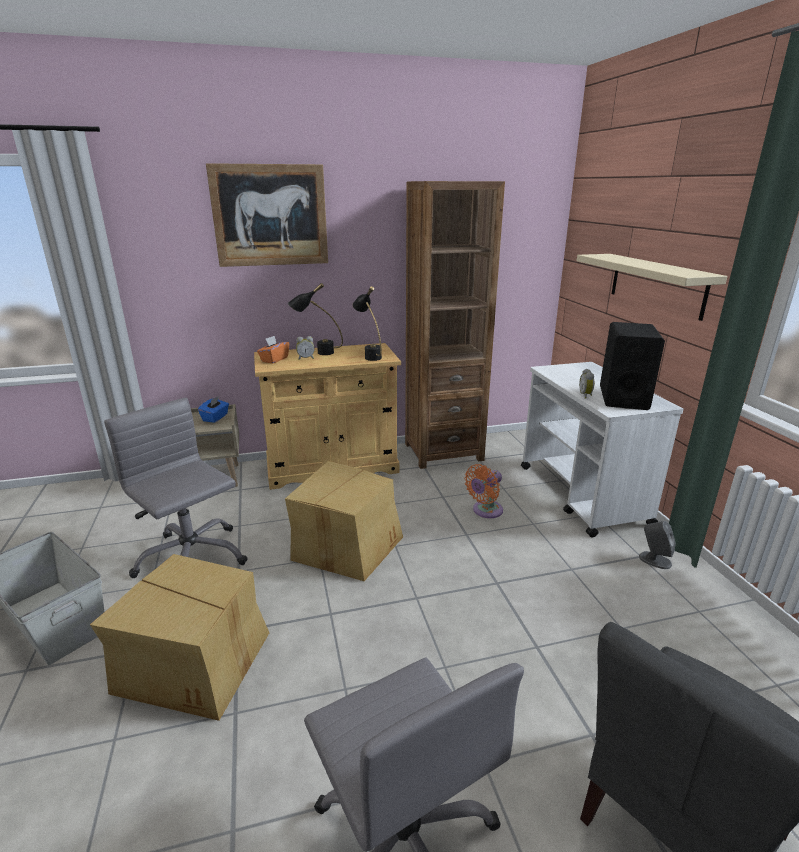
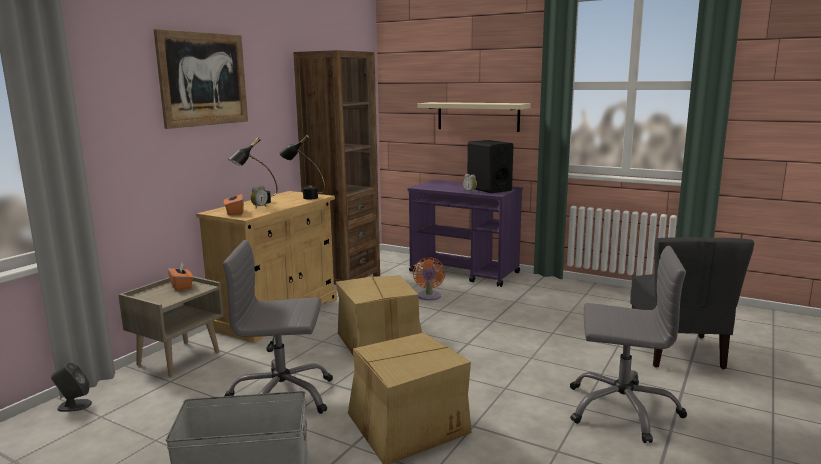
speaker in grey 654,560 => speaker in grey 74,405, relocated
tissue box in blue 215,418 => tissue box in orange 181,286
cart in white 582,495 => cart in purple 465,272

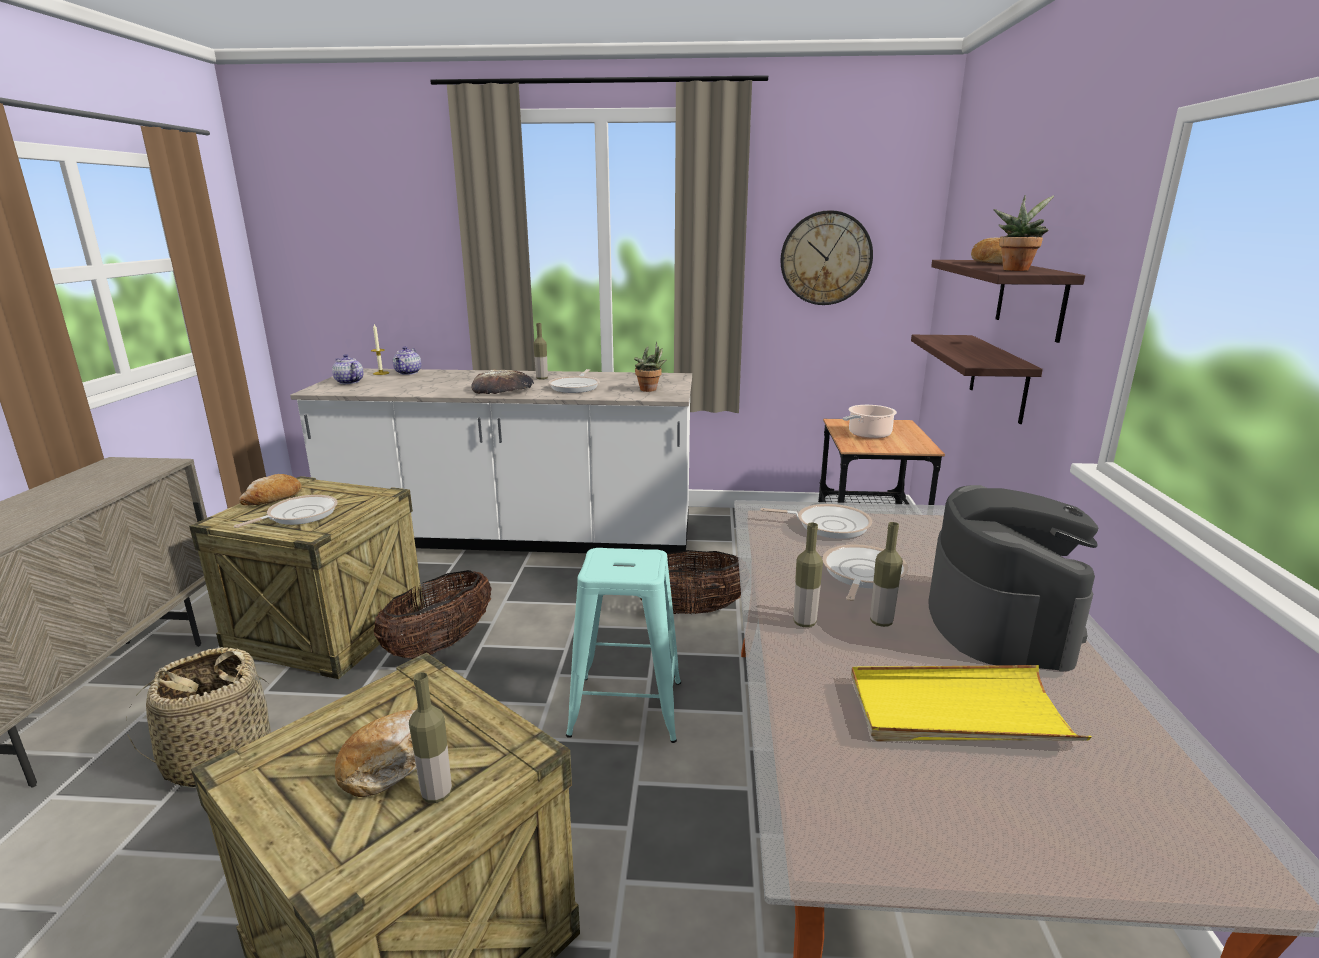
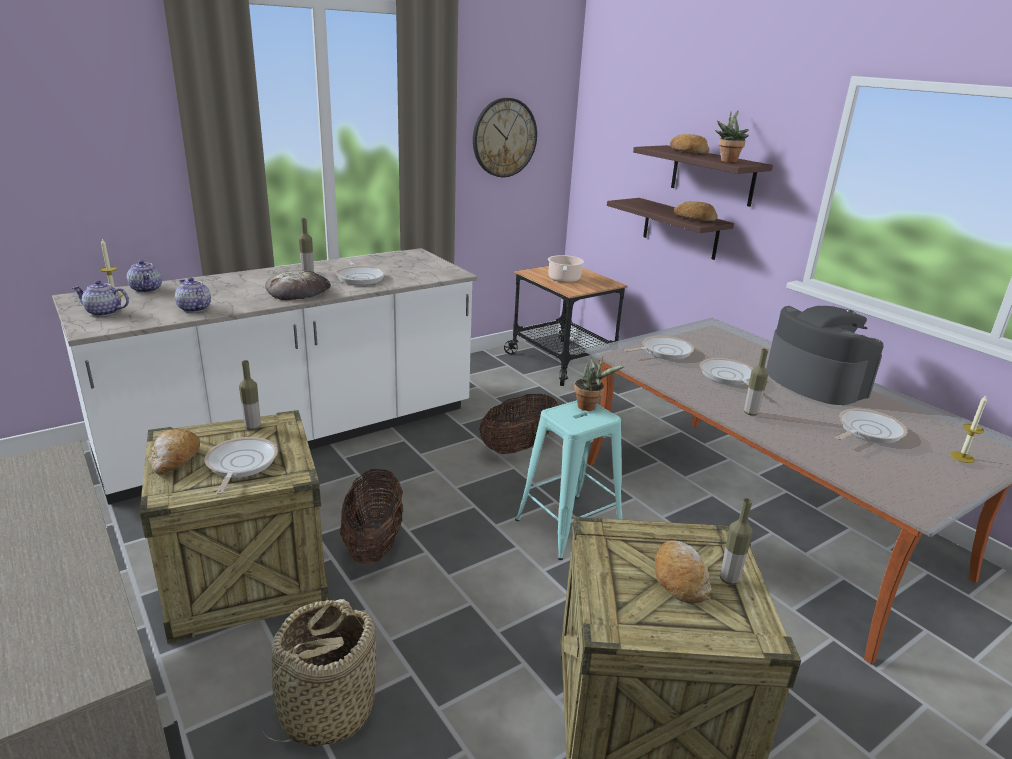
nothing => teapot 194,309
bottle 881,622 => bottle 253,427, relocated
potted plant 650,390 => potted plant 590,407, relocated
nothing => bread 694,219
tray in yellow 958,711 => frying pan 867,431
nothing => candle 962,457

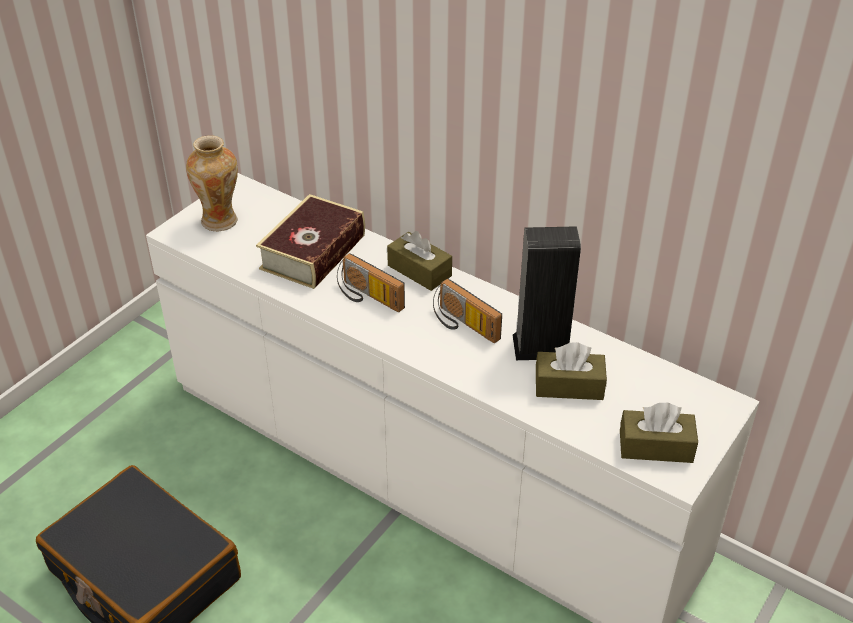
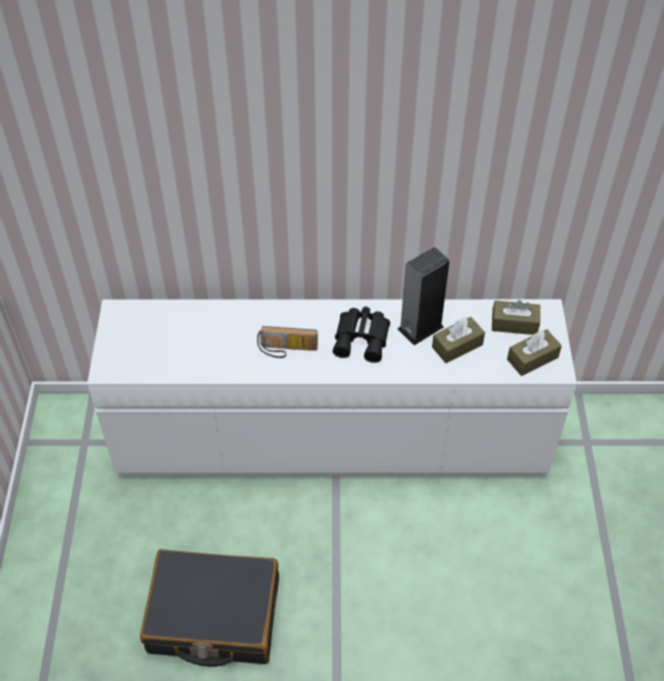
radio 463,325 => binoculars in black 363,338
tissue box in brown 419,271 => tissue box in brown 514,324, relocated
vase 220,221 => nothing
book 313,252 => nothing

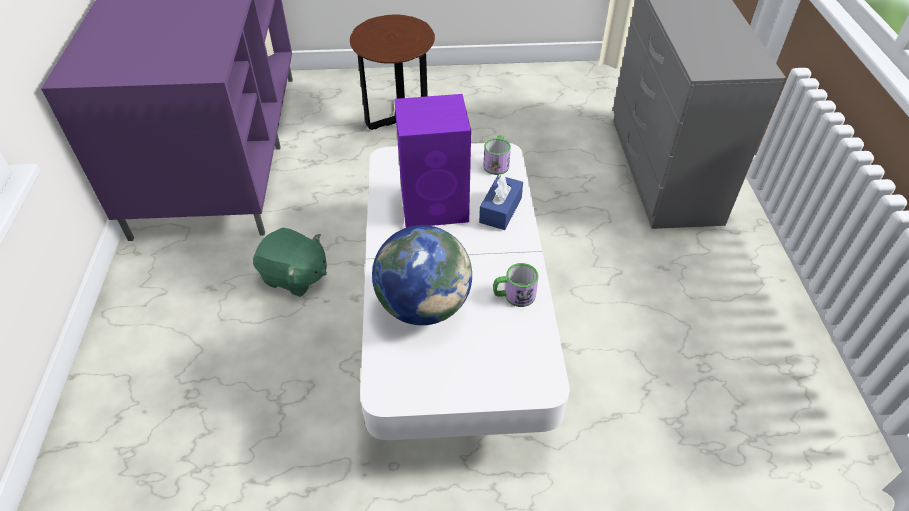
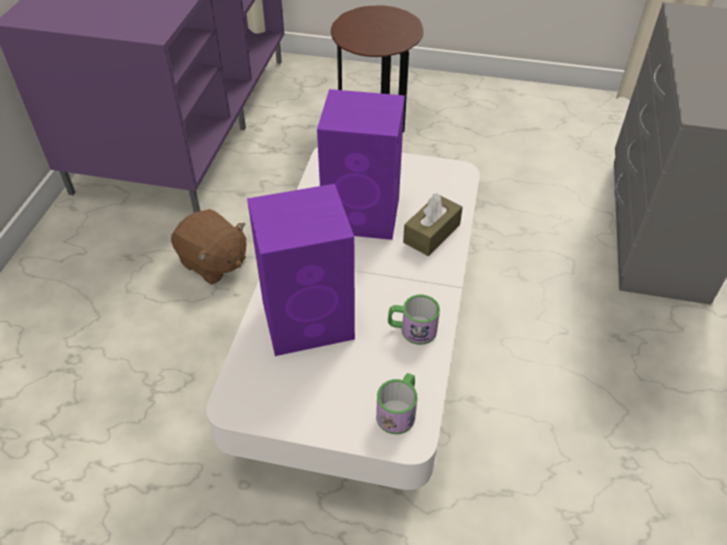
plush toy in green 294,277 => plush toy in brown 213,263
globe 424,306 => speaker in purple 310,319
mug 497,163 => mug 399,411, relocated
tissue box in blue 500,210 => tissue box in brown 431,233

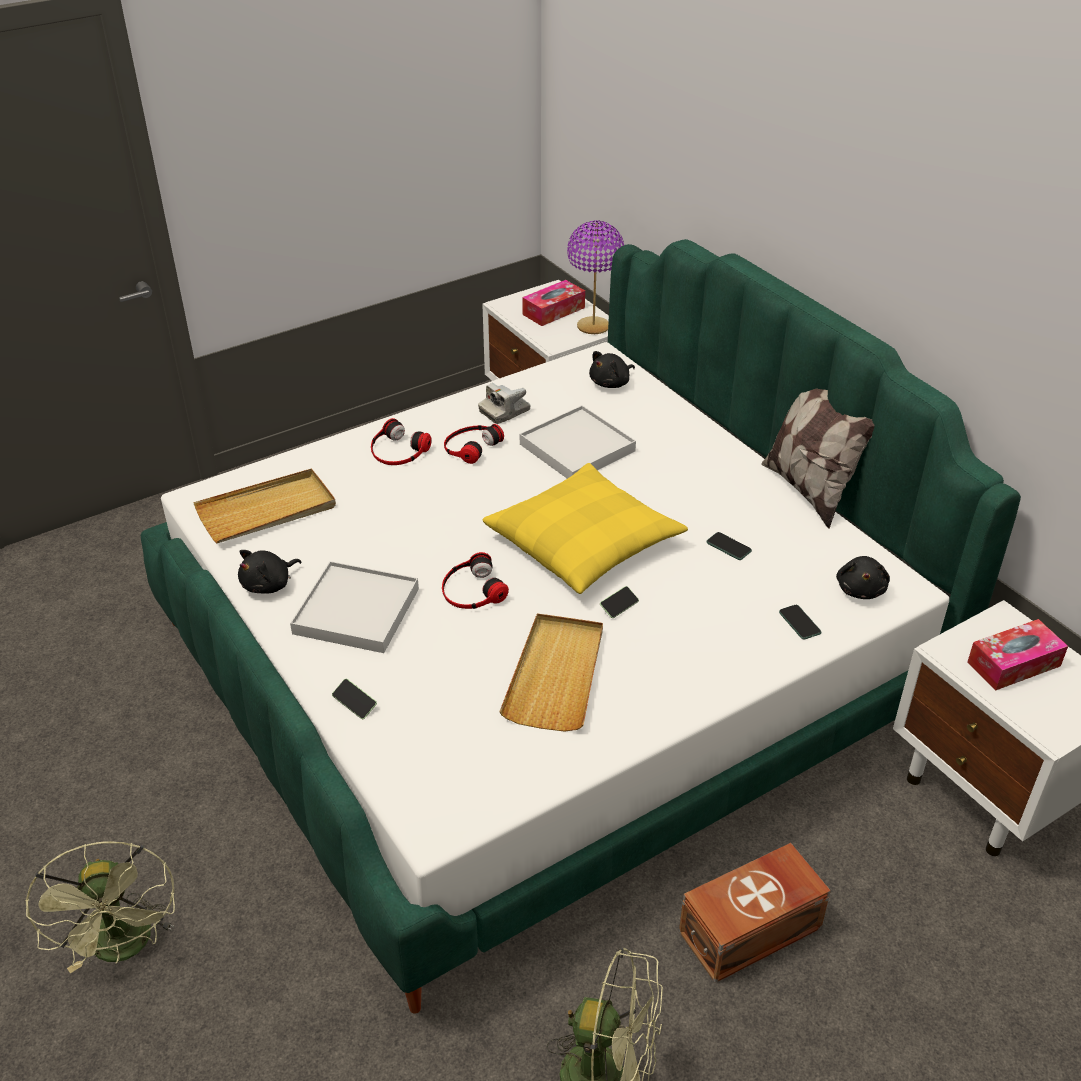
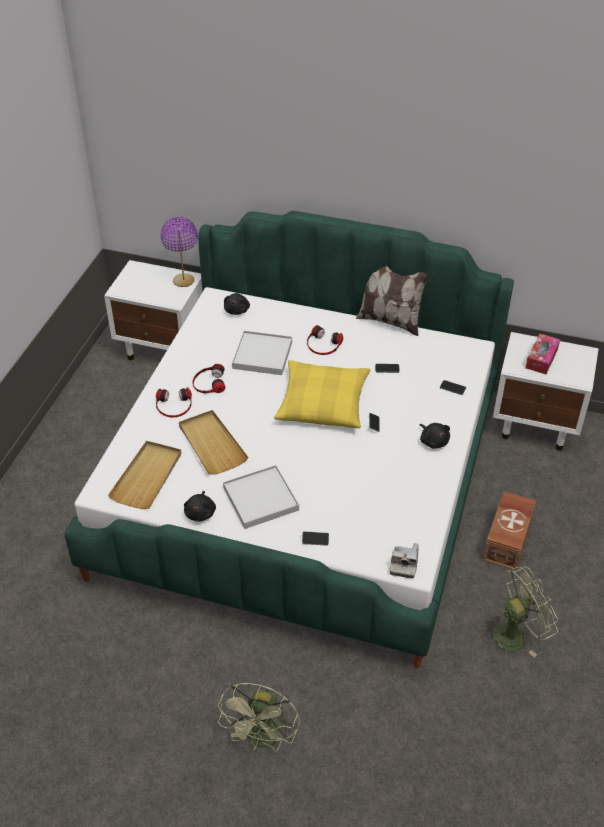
tray in beige 556,675 => tray in beige 211,444, relocated
fan in green 125,948 => fan in green 263,739, 75 degrees clockwise
headphones 472,590 => headphones 323,345, relocated
photo camera 504,411 => photo camera 404,564, relocated
plush toy in black 860,589 => plush toy in black 433,441, relocated
tissue box 553,311 => nothing

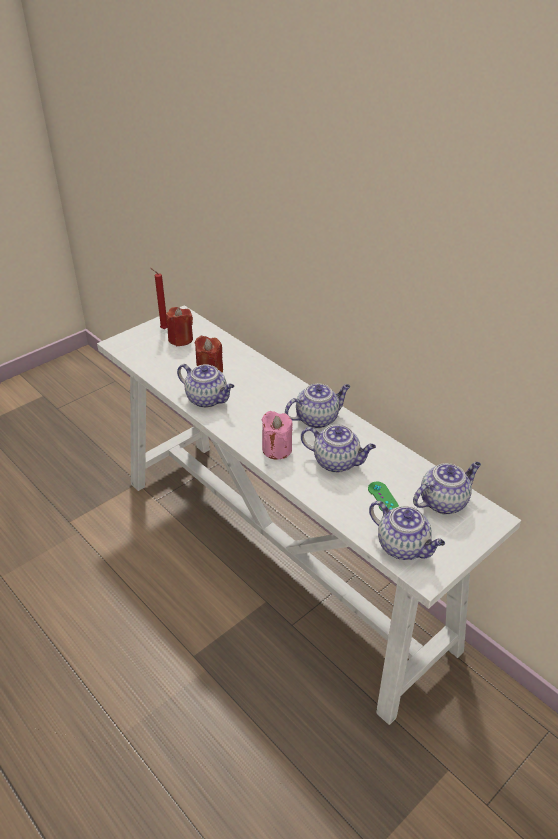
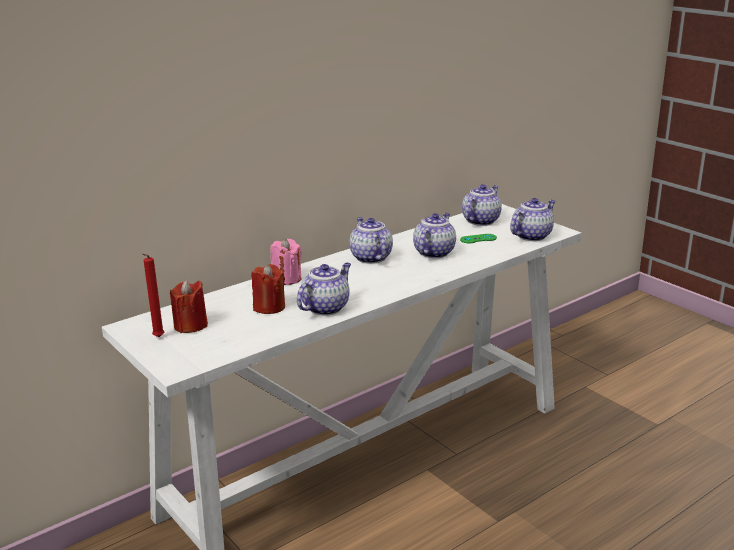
candle in pink 277,449 => candle in pink 286,279, relocated
teapot 443,501 => teapot 481,220, 60 degrees clockwise

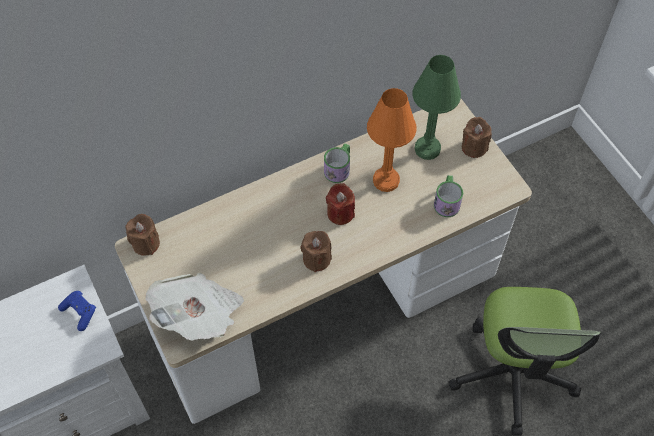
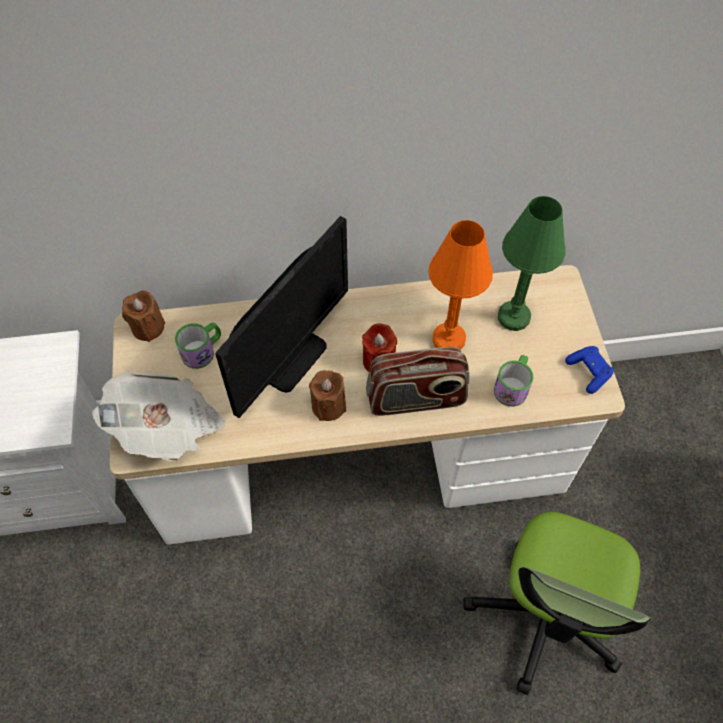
mug 339,168 => mug 203,351, relocated
nothing => monitor 290,358
nothing => radio 416,399
game controller in blue 80,312 => game controller in blue 588,372, relocated
candle in brown 474,147 => nothing

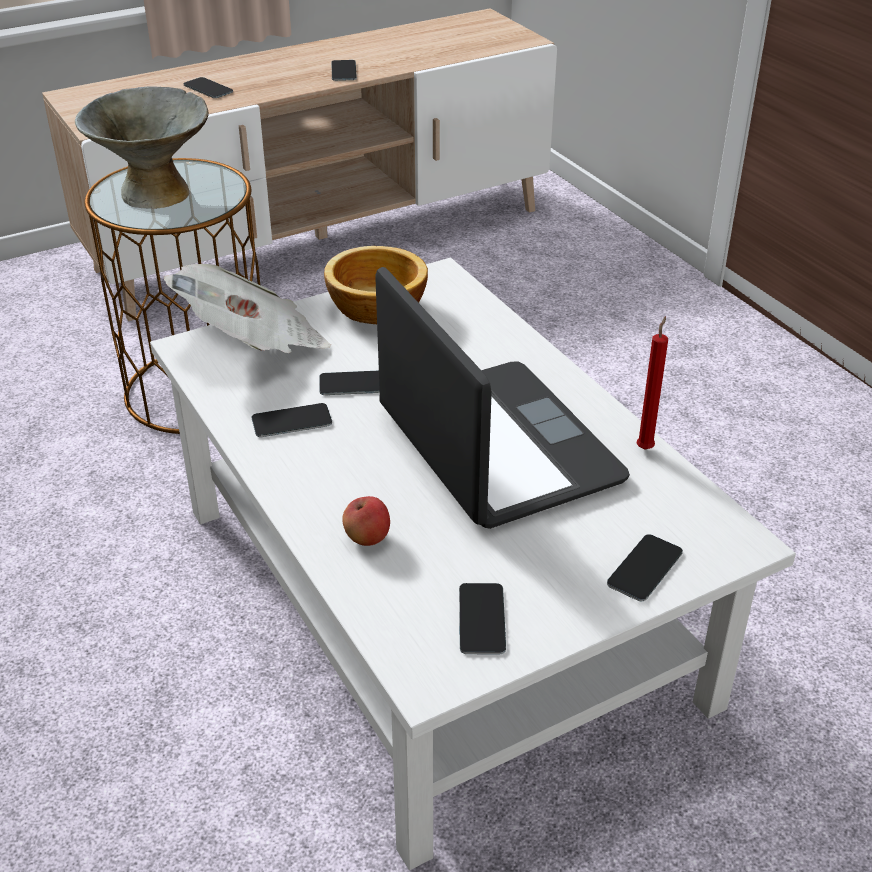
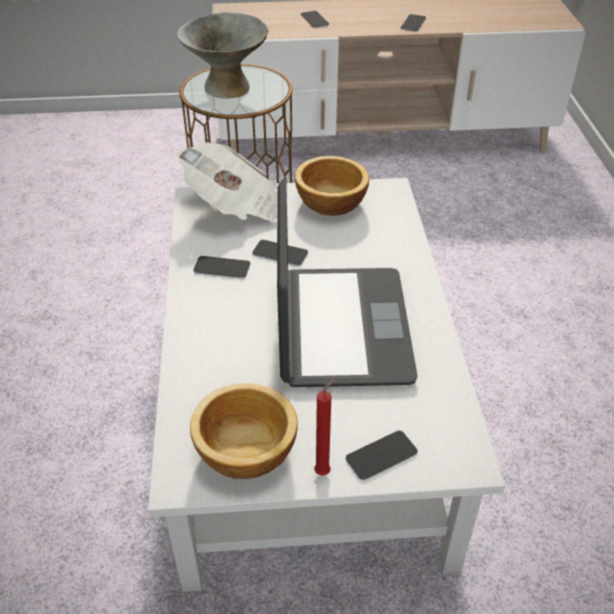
phone 481,619 => bowl 244,451
candle in red 645,447 => candle in red 324,471, relocated
apple 367,538 => nothing

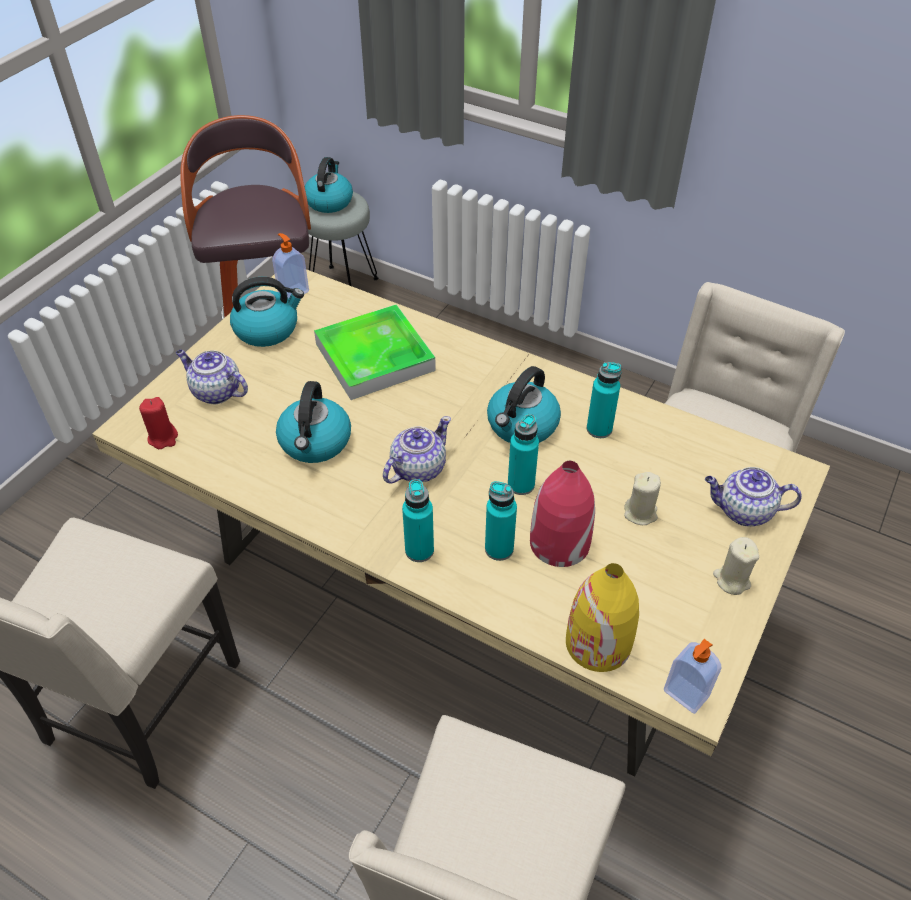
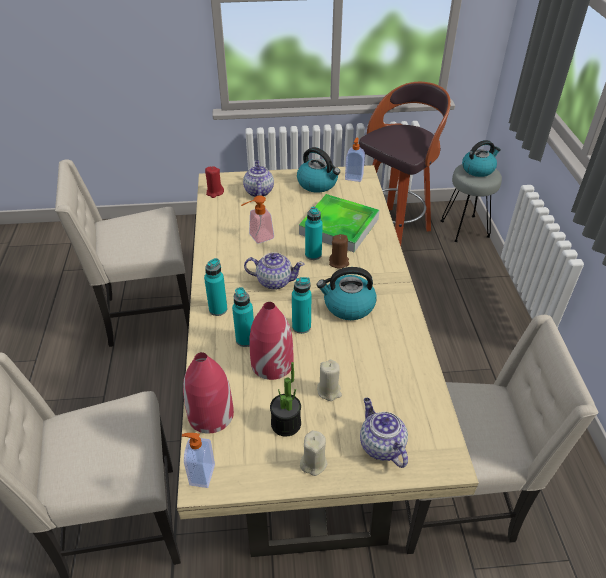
vase in yellow 598,643 => vase in red 210,415
kettle 315,442 => soap dispenser 257,238
nothing => potted plant 286,424
bottle in turquoise 599,429 => bottle in turquoise 313,255, relocated
nothing => candle in brown 339,262

